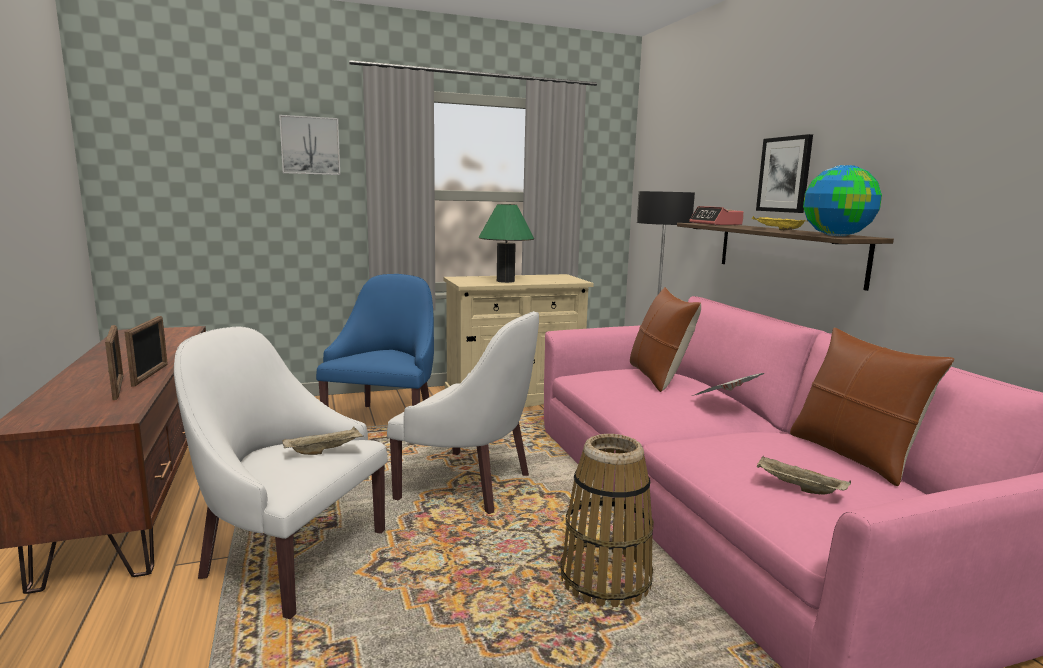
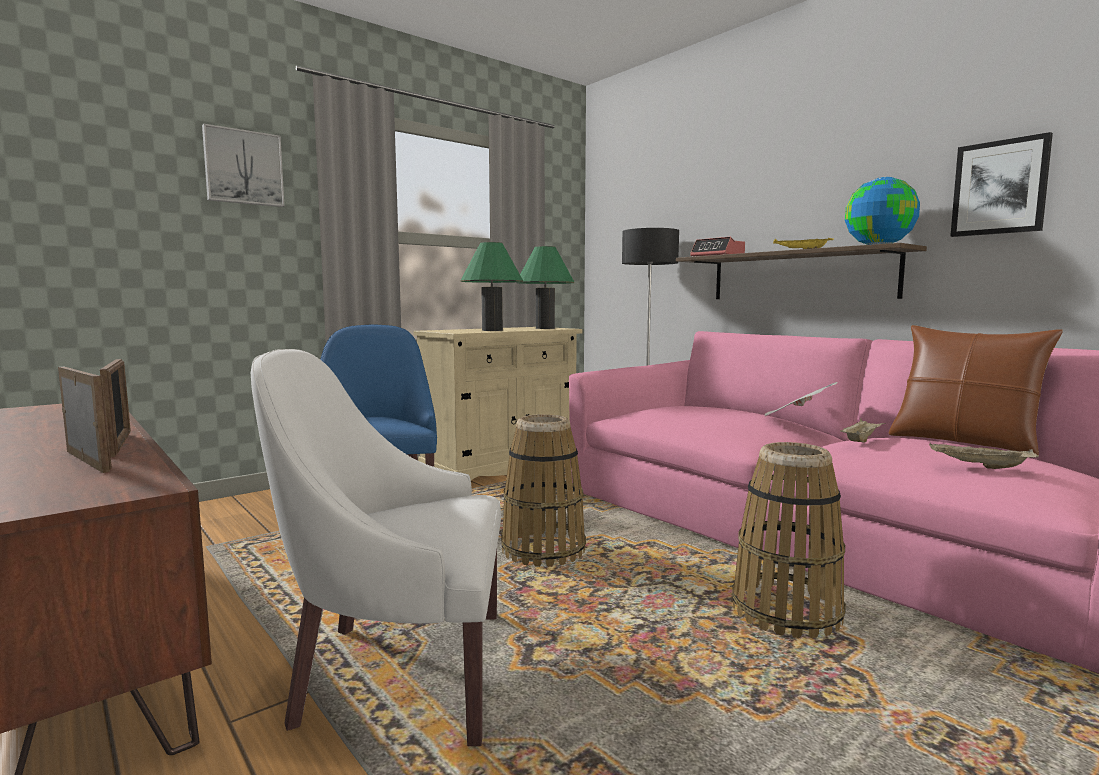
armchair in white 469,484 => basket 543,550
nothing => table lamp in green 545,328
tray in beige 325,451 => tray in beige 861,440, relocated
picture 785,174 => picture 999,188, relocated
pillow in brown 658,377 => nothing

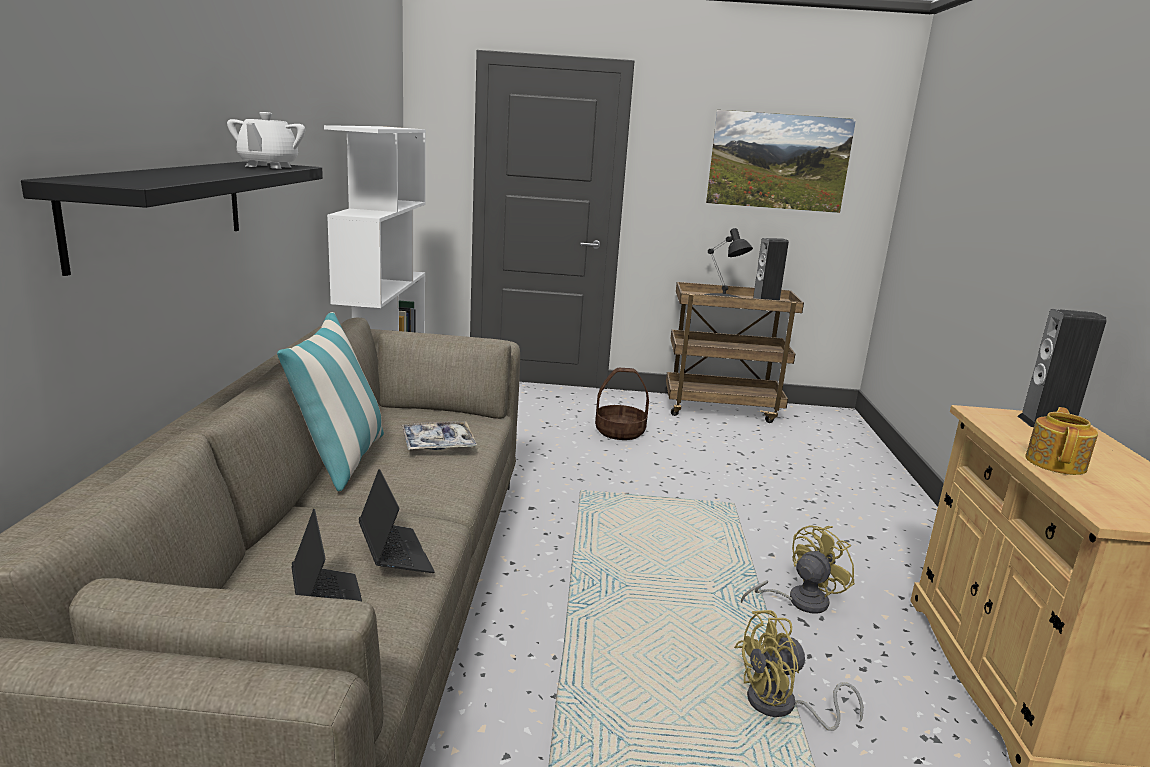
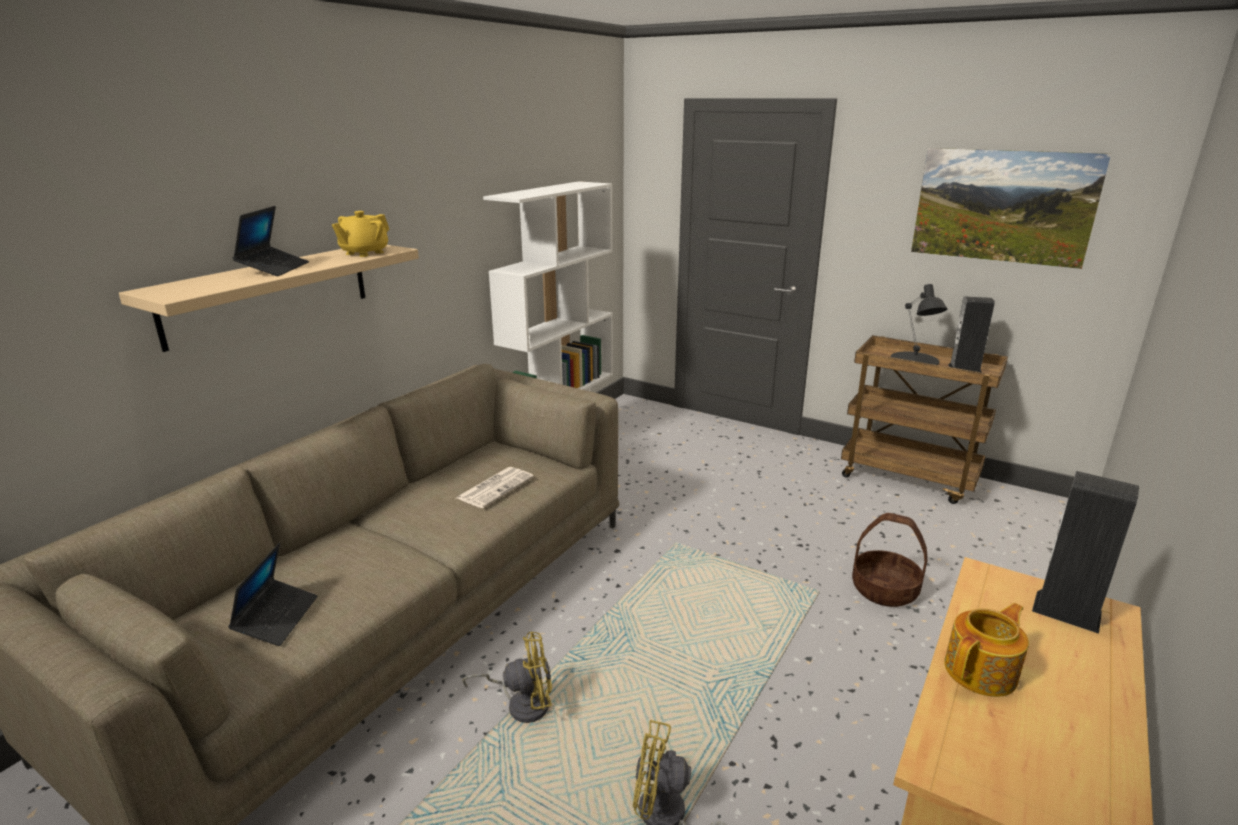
shelf in black 161,209 => shelf in beige 269,293
laptop 395,555 => laptop 274,268, relocated
teapot in white 268,166 => teapot in yellow 364,253
tray 438,444 => newspaper 495,487
fan in yellow 798,601 => fan in yellow 522,704, relocated
basket 620,432 => basket 885,589, relocated
pillow 341,461 => nothing

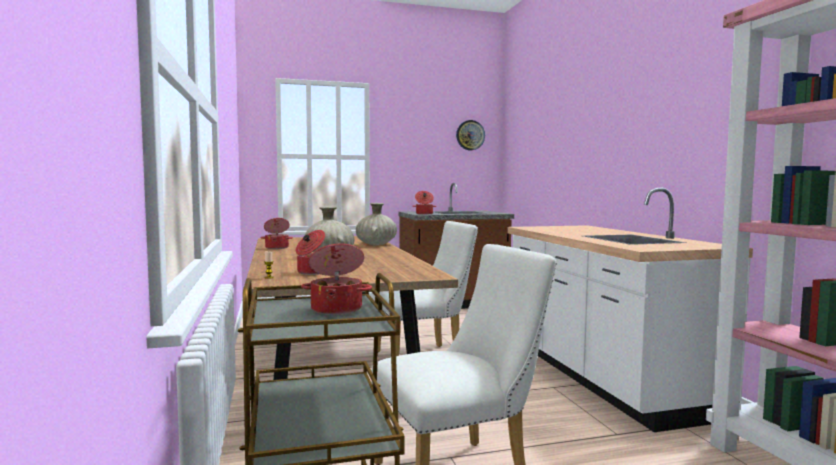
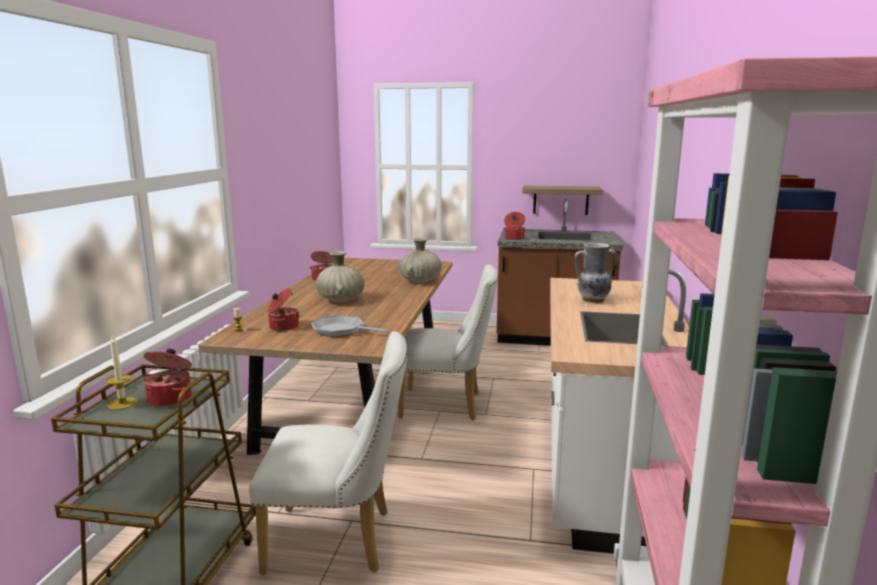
nothing => candle 122,403
nothing => frying pan 341,330
nothing => shelf 560,200
nothing => vase 593,300
wall clock 470,135 => nothing

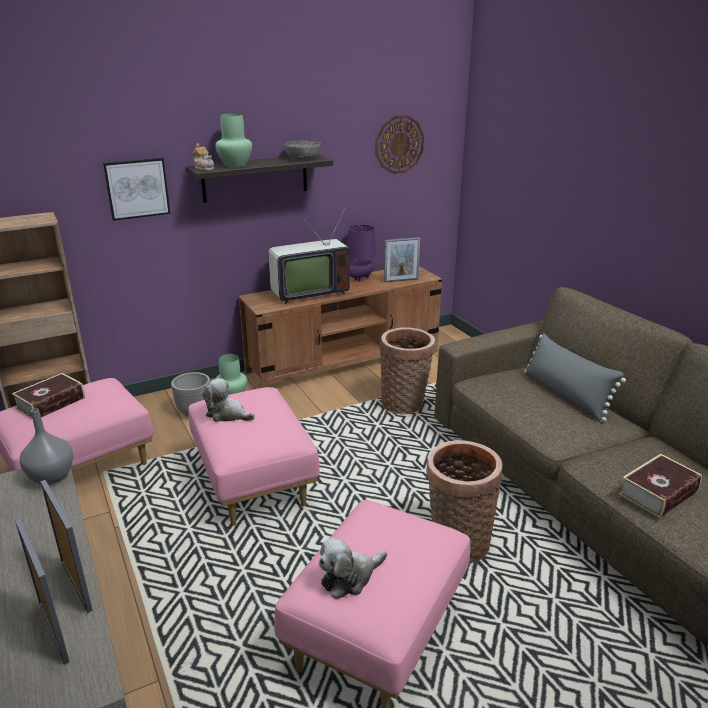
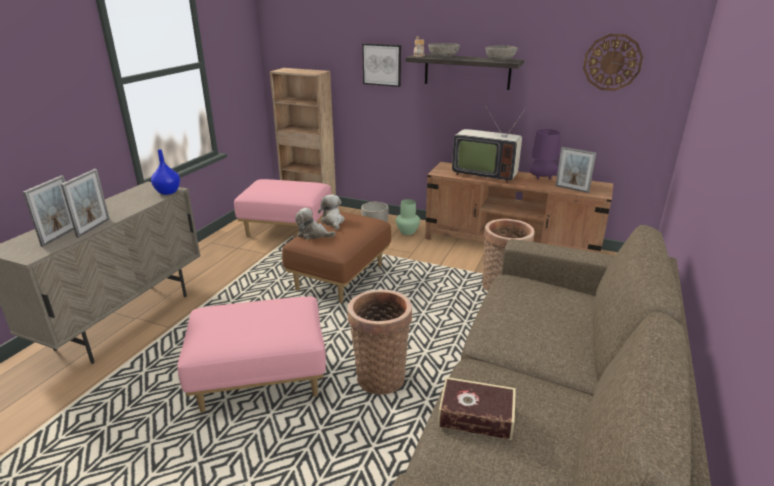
vase in grey 52,477 => vase in blue 168,192
ottoman in pink 255,482 => ottoman in brown 340,278
plush toy 349,577 => plush toy 313,234, relocated
vase in green 235,165 => bowl in grey 443,57
book 51,403 => nothing
pillow in grey 565,395 => nothing

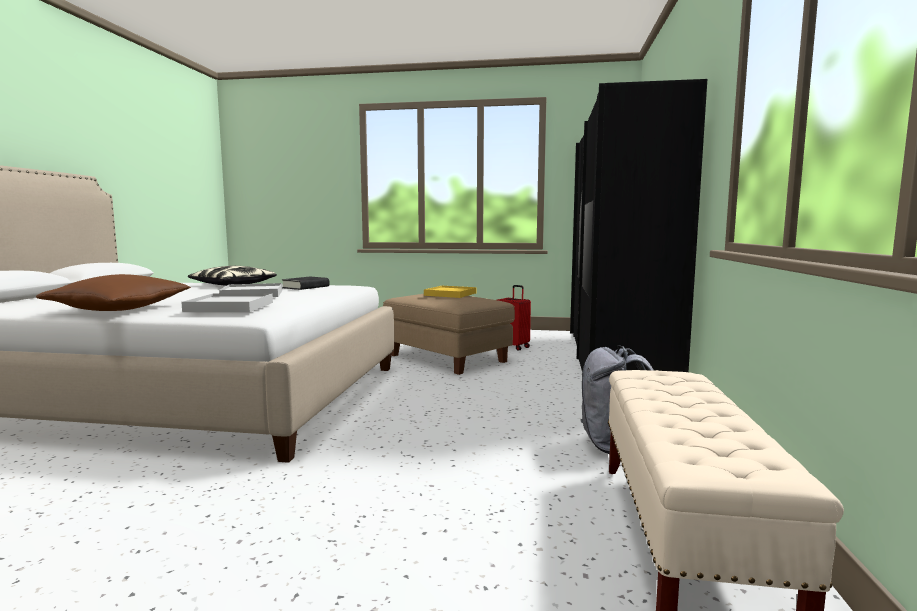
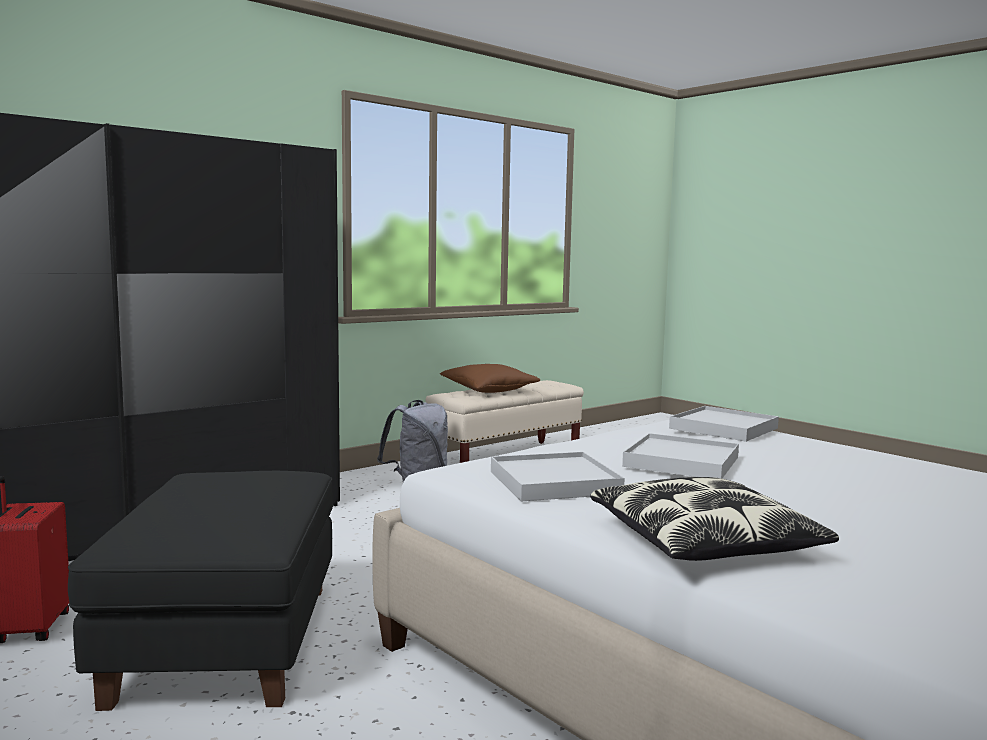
ottoman in beige 448,358 => ottoman in black 225,640
pillow in brown 119,310 => pillow in brown 489,391, relocated
book in black 306,287 => tray in white 553,482
tray in yellow 450,294 => nothing

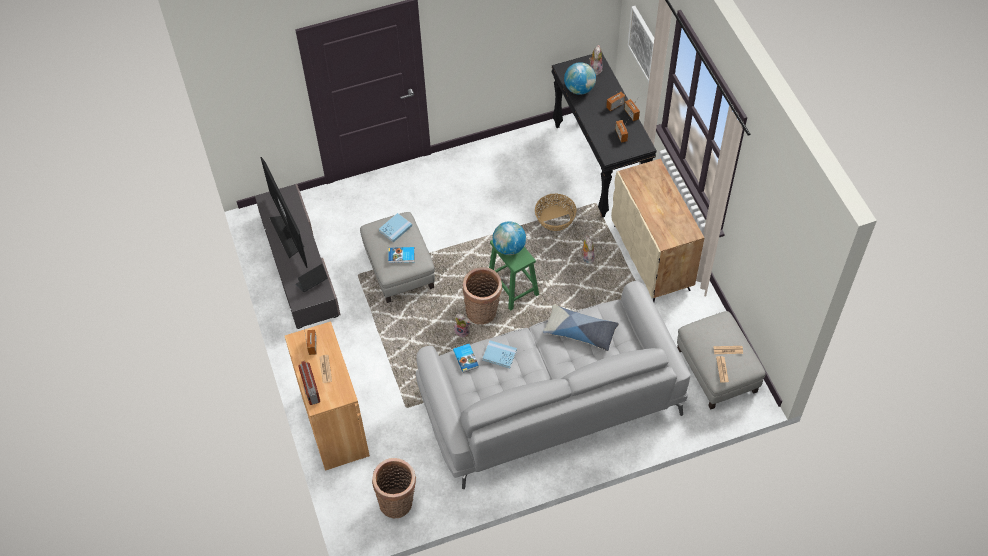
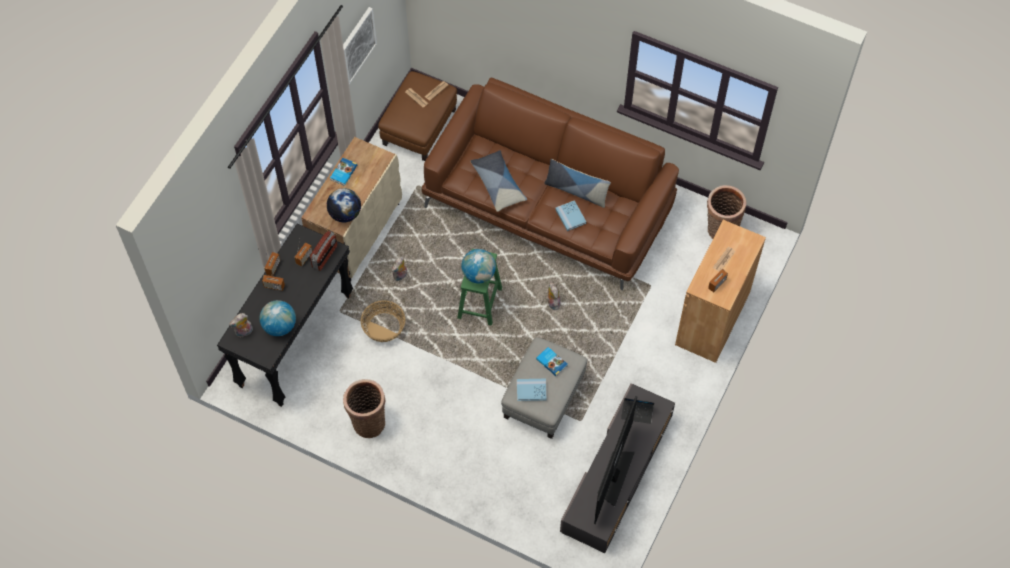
radio 310,389 => radio 325,256, relocated
nothing => globe 345,214
book 466,358 => book 343,172, relocated
picture 643,43 => picture 357,45, relocated
basket 483,312 => basket 368,421, relocated
ottoman in grey 717,370 => ottoman in brown 419,126
sofa in grey 549,400 => sofa in brown 549,204
nothing => pillow 576,191

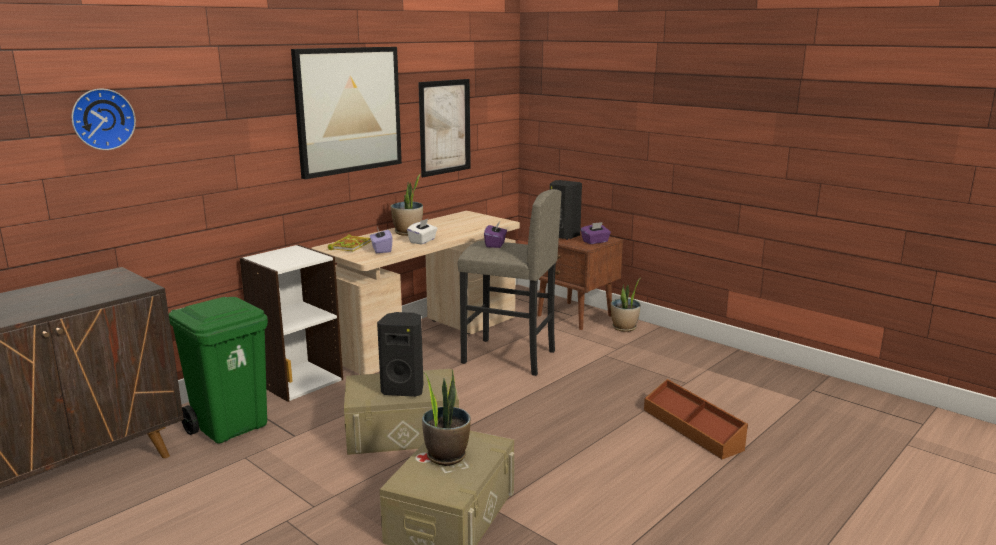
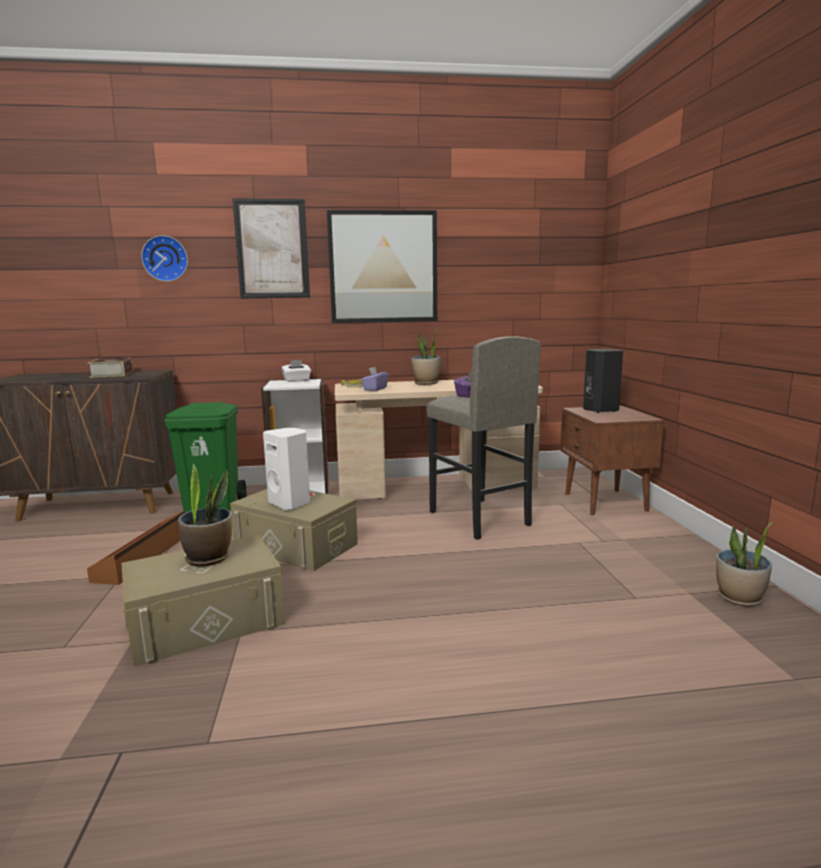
nothing => book 112,374
storage box in brown 692,429 => storage box in brown 143,557, relocated
picture 445,127 => picture 272,249, relocated
speaker in black 404,389 => speaker in white 291,503
tissue box in white 423,241 => tissue box in white 297,380, relocated
potted plant 624,328 => potted plant 739,598, relocated
tissue box in purple 595,242 => nothing

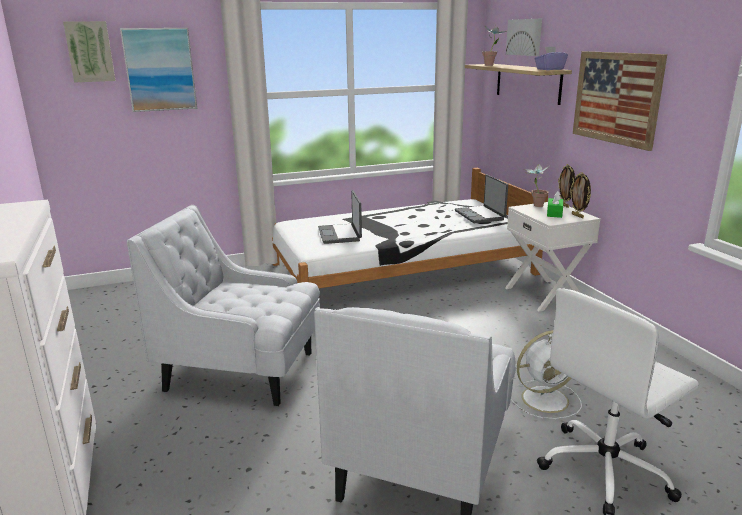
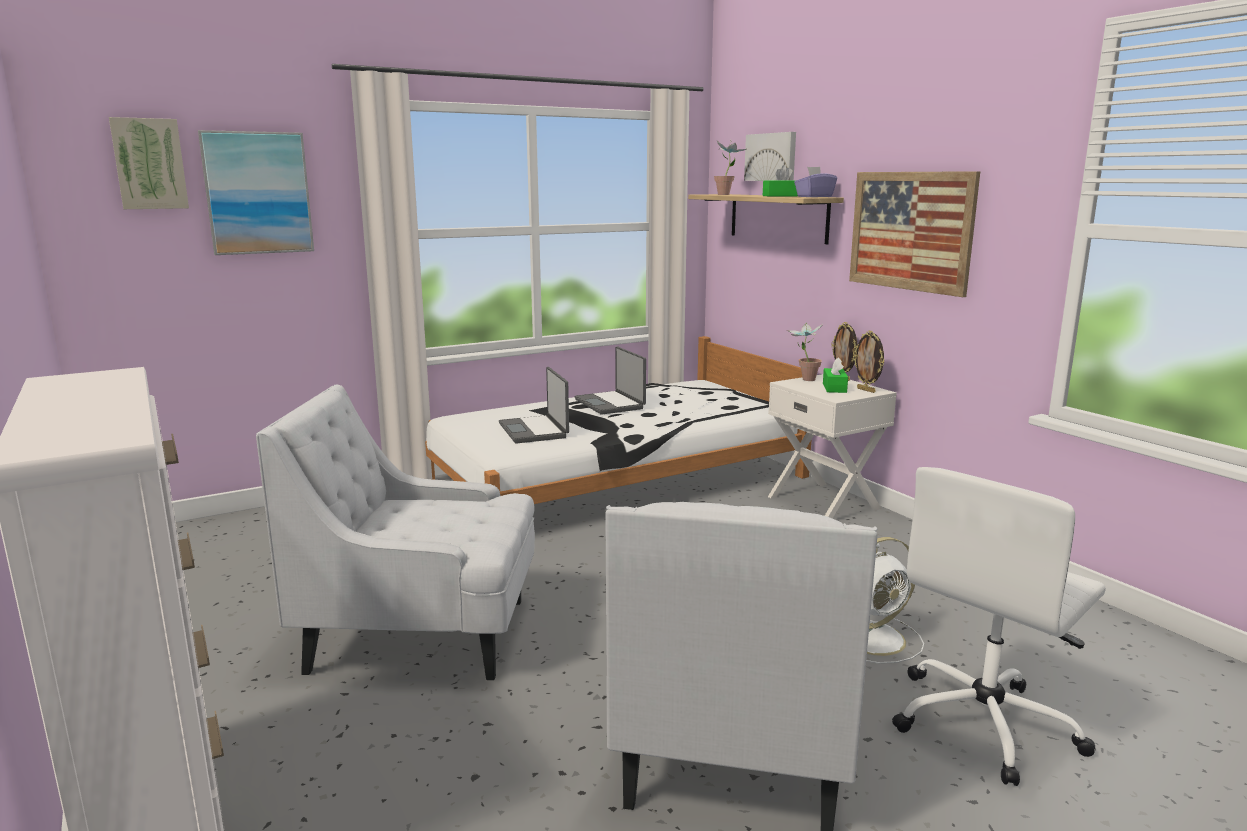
laptop 480,215 => laptop 611,404, relocated
nothing => tissue box in green 781,196

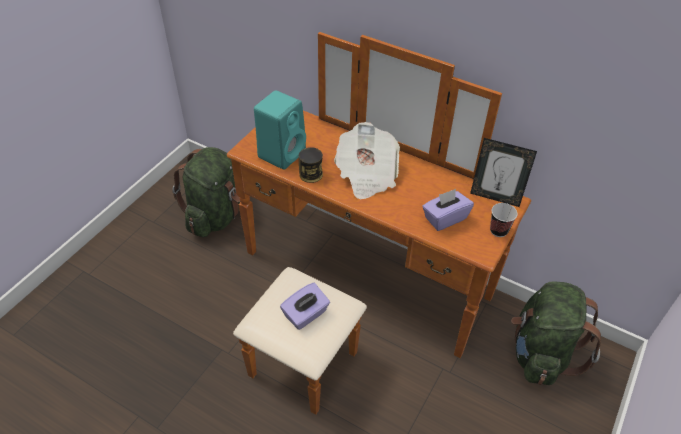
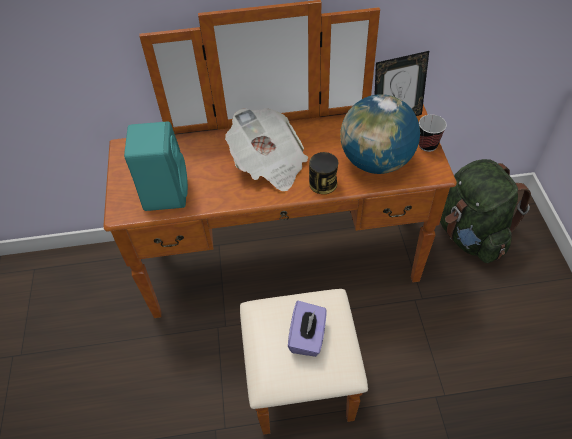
can 311,174 => can 323,183, relocated
tissue box in purple 445,218 => globe 376,161
backpack in green 217,215 => nothing

